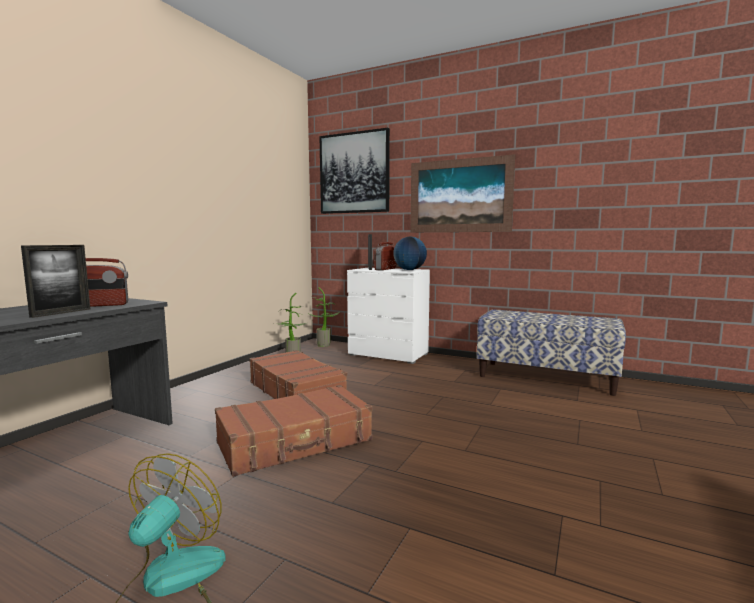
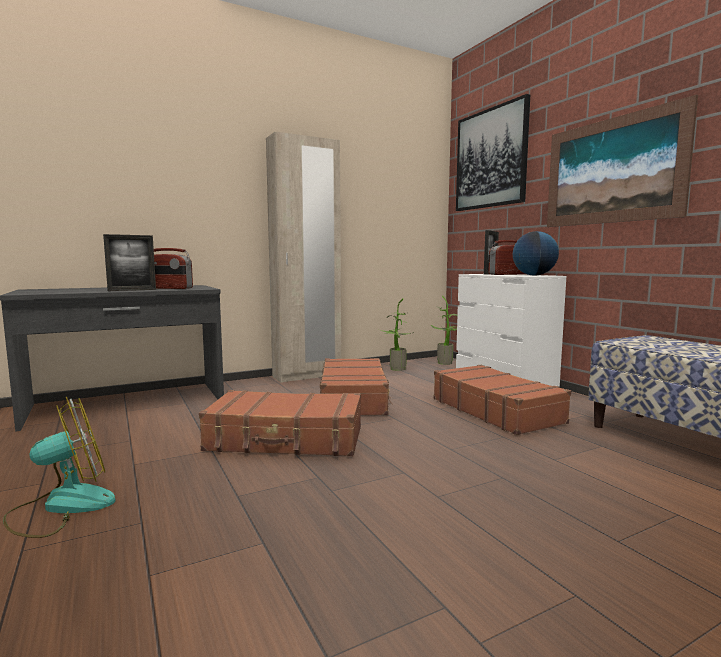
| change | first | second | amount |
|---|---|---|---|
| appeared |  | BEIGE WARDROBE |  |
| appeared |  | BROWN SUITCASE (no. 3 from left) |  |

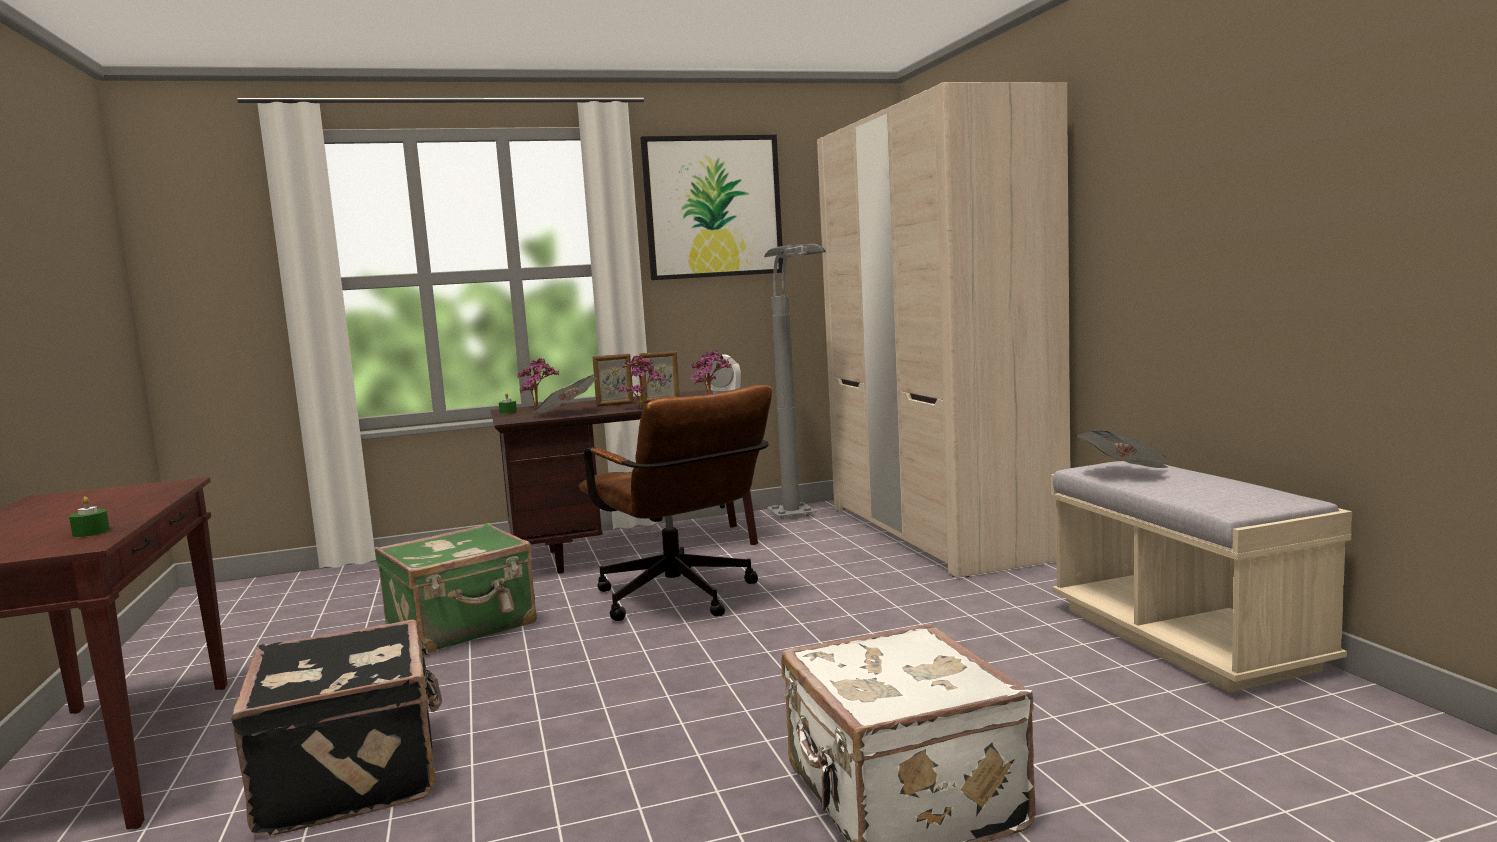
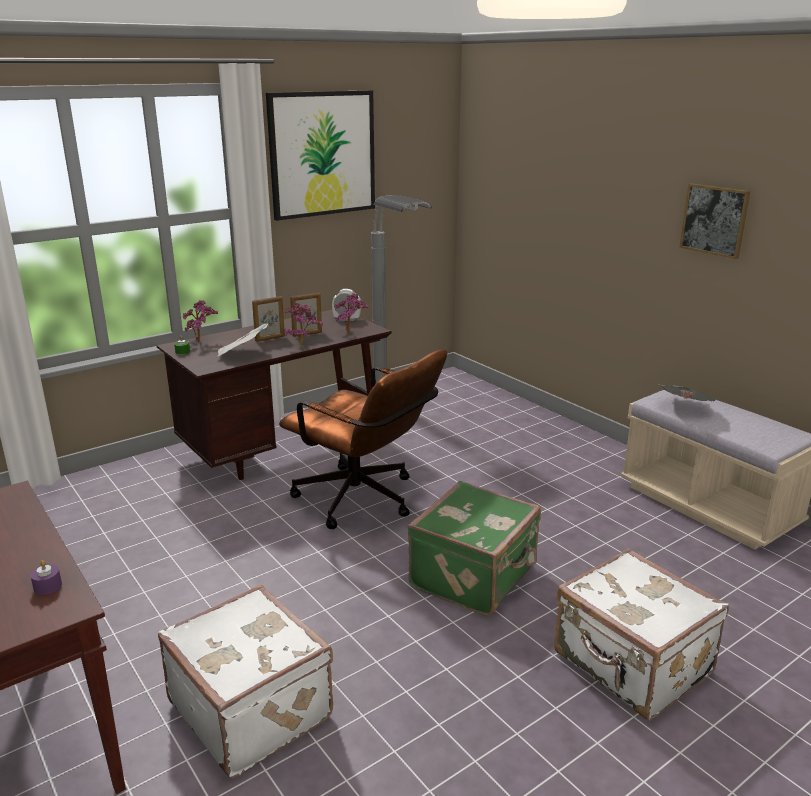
| change | first | second | amount |
|---|---|---|---|
| missing | BEIGE WARDROBE |  |  |
| appeared |  | PICTURE (no. 2 from left) |  |
| relocated | GREEN SUITCASE |  |  |
| colour | GREEN CANDLE (no. 1 from left) | PURPLE CANDLE |  |
| colour | BLACK SUITCASE | WHITE SUITCASE (no. 1 from left) |  |

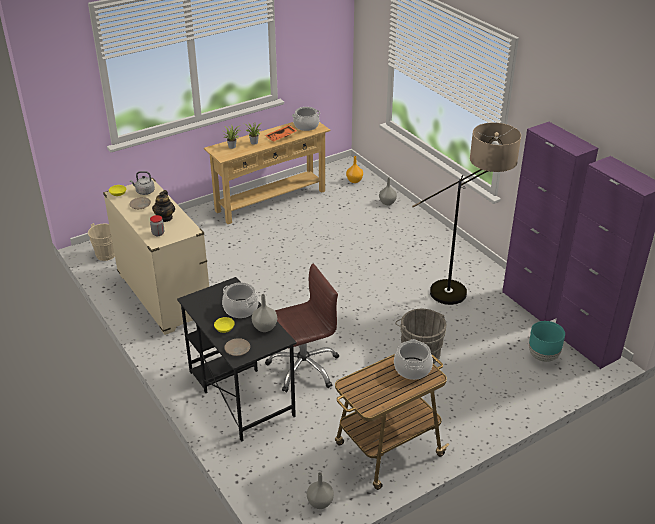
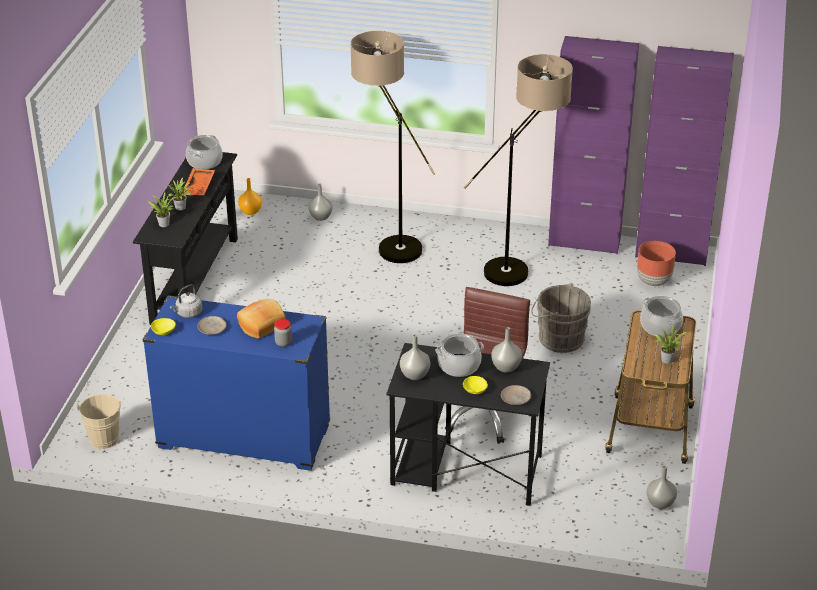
| change | first | second | amount |
|---|---|---|---|
| appeared |  | FLOOR LAMP (no. 1 from left) |  |
| appeared |  | GREY VASE (no. 2 from left) |  |
| appeared |  | POTTED PLANT (no. 3 from left) |  |
| exchanged | TEAPOT | BREAD |  |
| colour | BEIGE DRESSER | BLUE DRESSER |  |
| colour | BEIGE CONSOLE TABLE | BLACK CONSOLE TABLE |  |
| colour | TURQUOISE PLANTER | BROWN PLANTER |  |

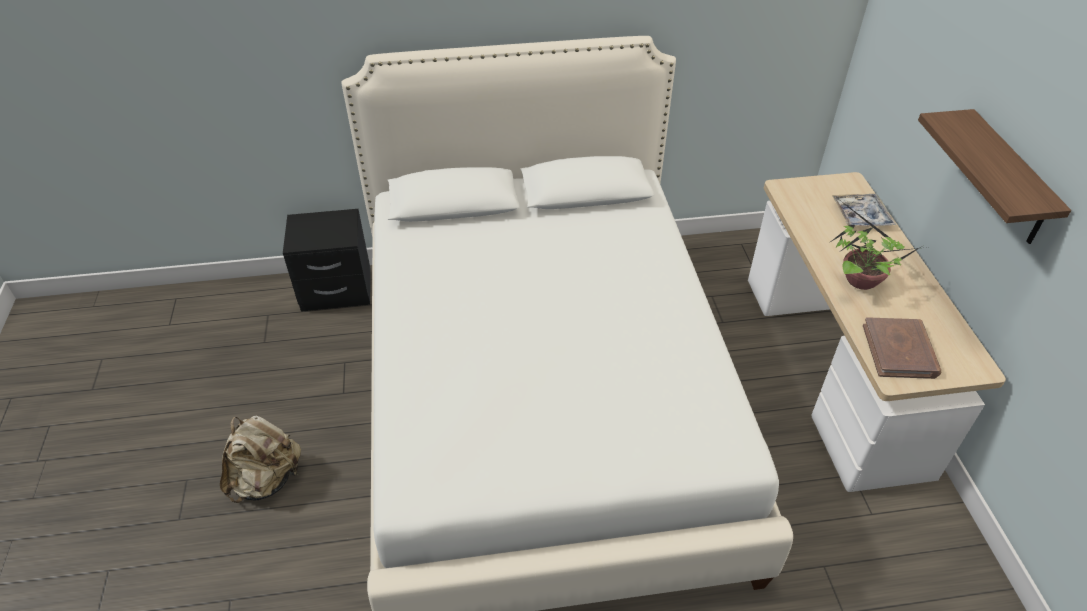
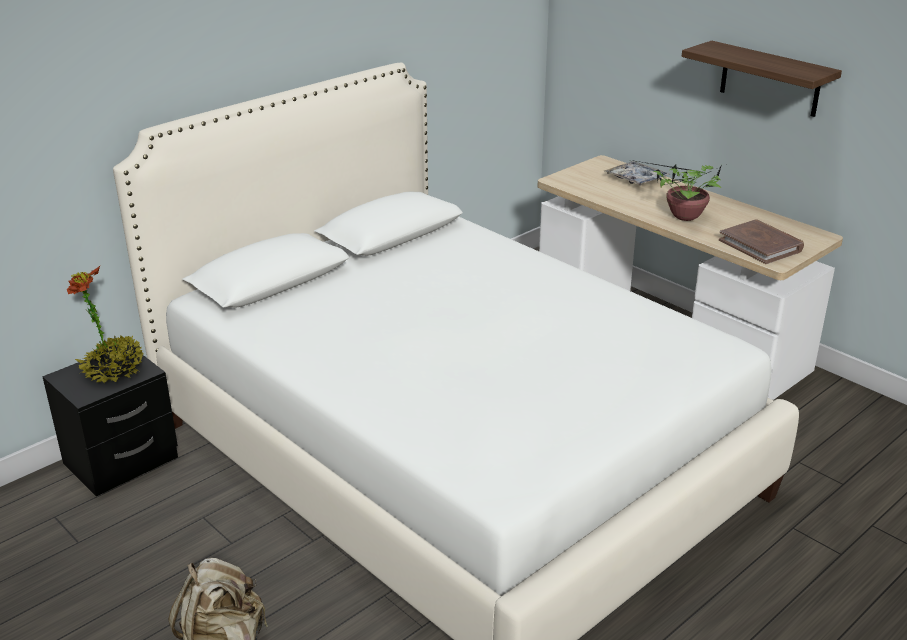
| change | first | second | amount |
|---|---|---|---|
| appeared |  | POTTED PLANT (no. 1 from left) |  |

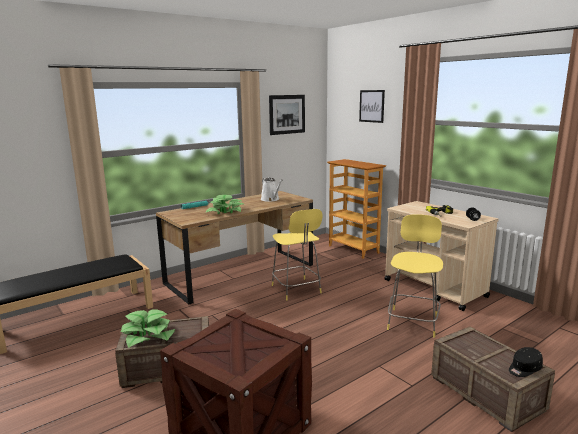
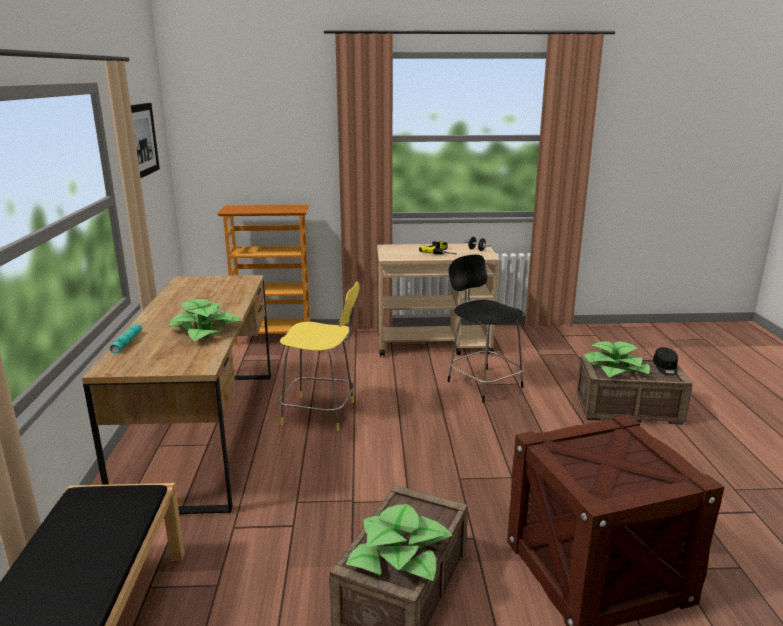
| change | first | second | amount |
|---|---|---|---|
| missing | WHITE WATERING CAN |  |  |
| missing | PICTURE (no. 2 from left) |  |  |
| appeared |  | POTTED PLANT (no. 3 from left) |  |
| colour | YELLOW STOOL (no. 2 from left) | BLACK STOOL |  |

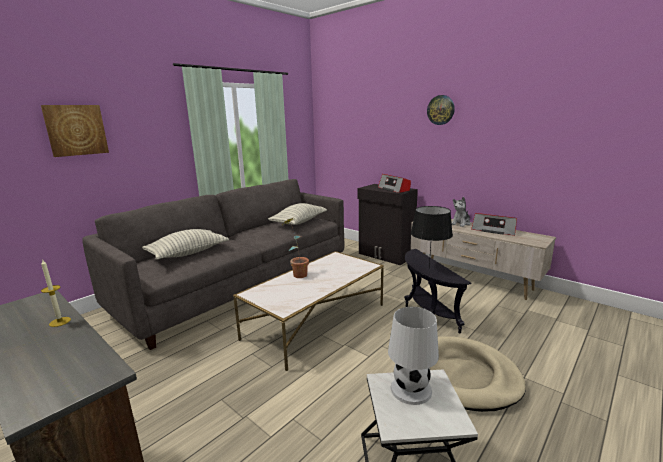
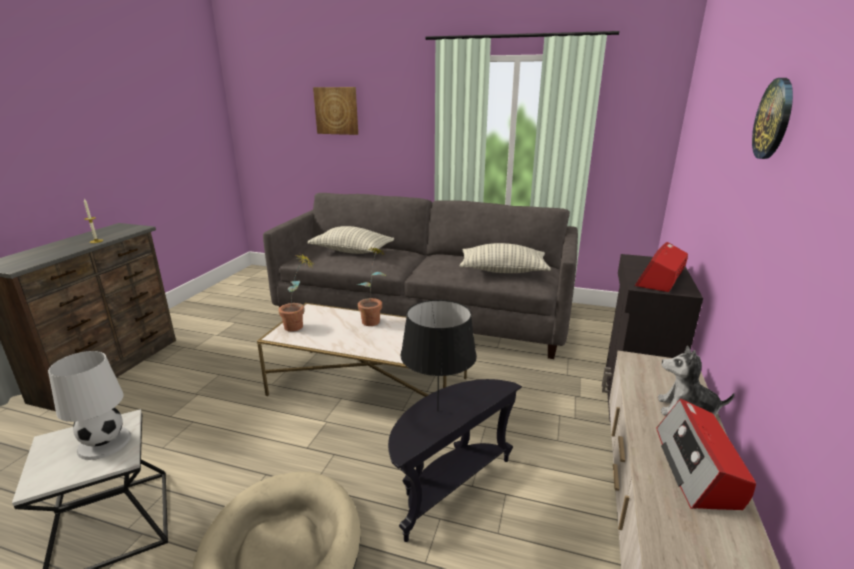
| change | first | second | amount |
|---|---|---|---|
| appeared |  | POTTED PLANT (no. 1 from left) |  |

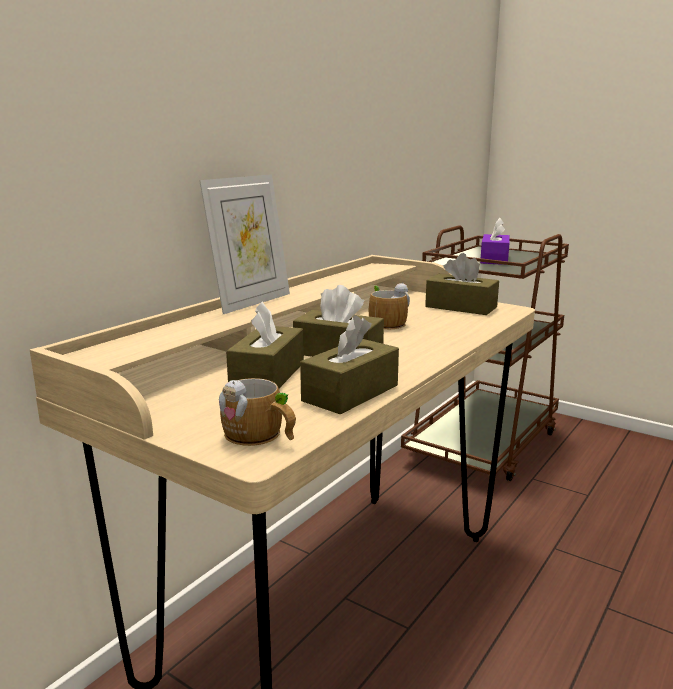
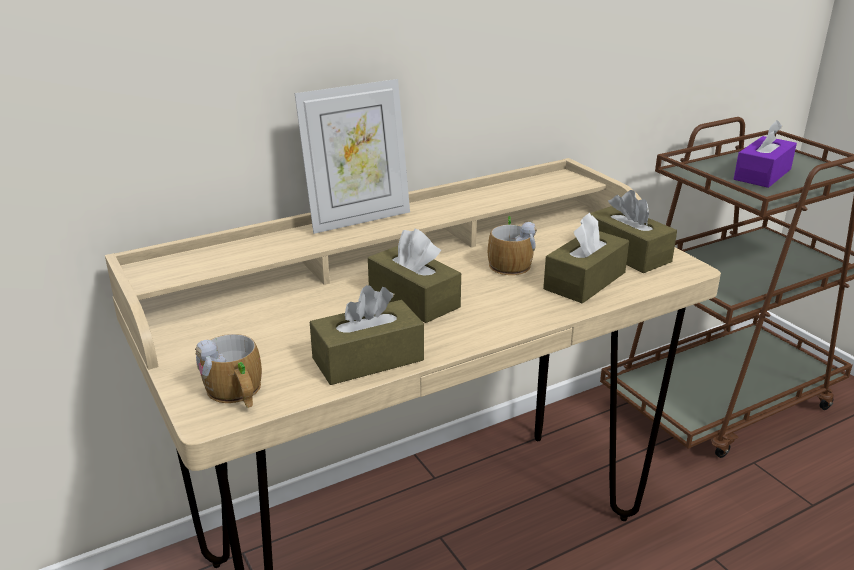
| change | first | second | amount |
|---|---|---|---|
| relocated | BROWN TISSUE BOX (no. 1 from left in the first image) | BROWN TISSUE BOX (no. 3 from left) |  |

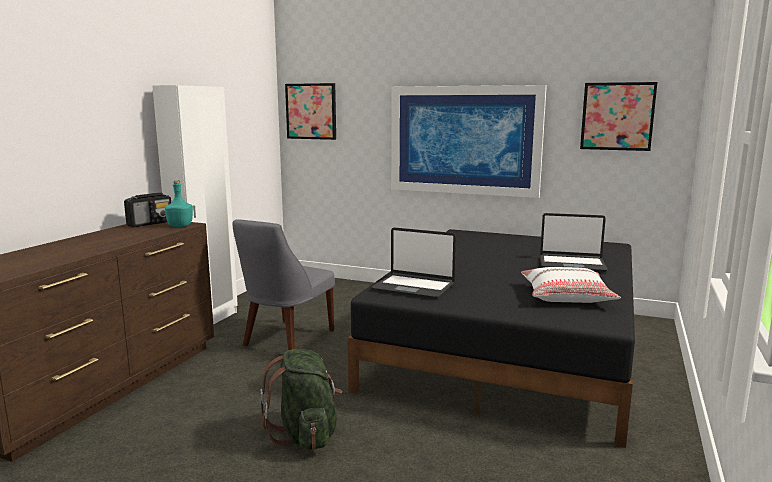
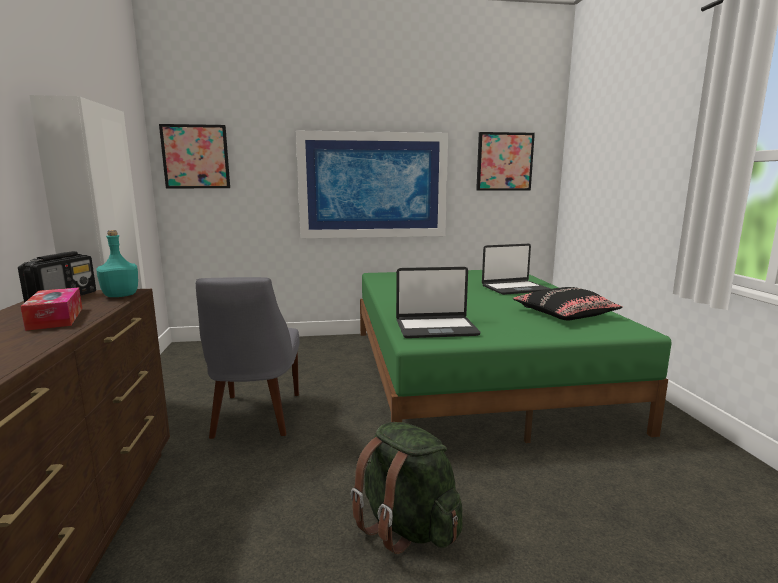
| change | first | second | amount |
|---|---|---|---|
| appeared |  | TISSUE BOX |  |
| colour | BLACK BED | GREEN BED |  |
| colour | WHITE PILLOW | BLACK PILLOW |  |

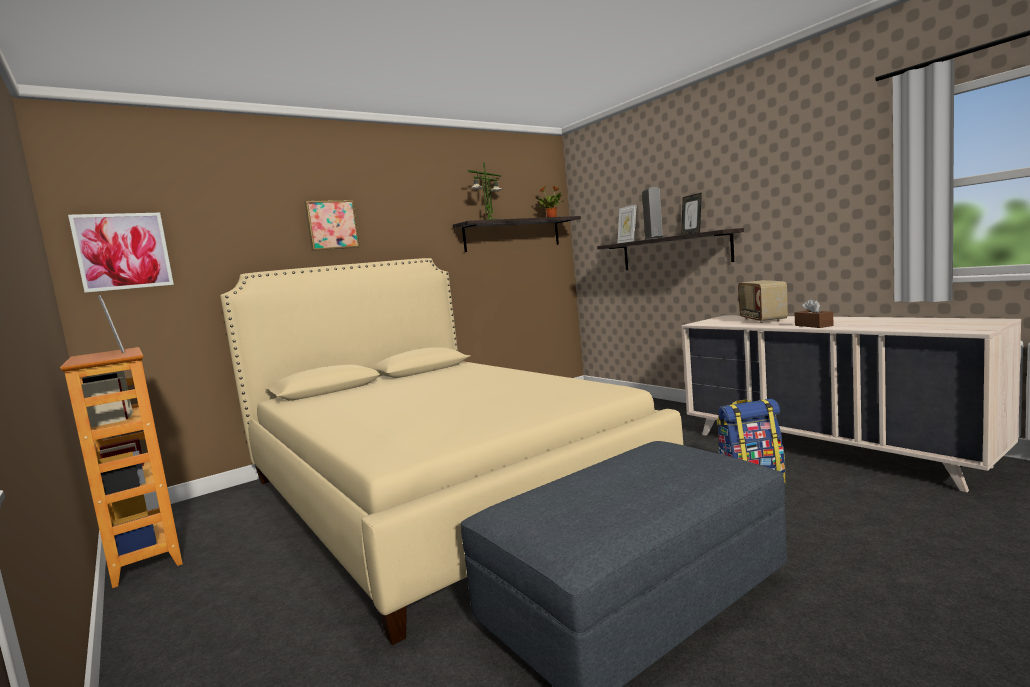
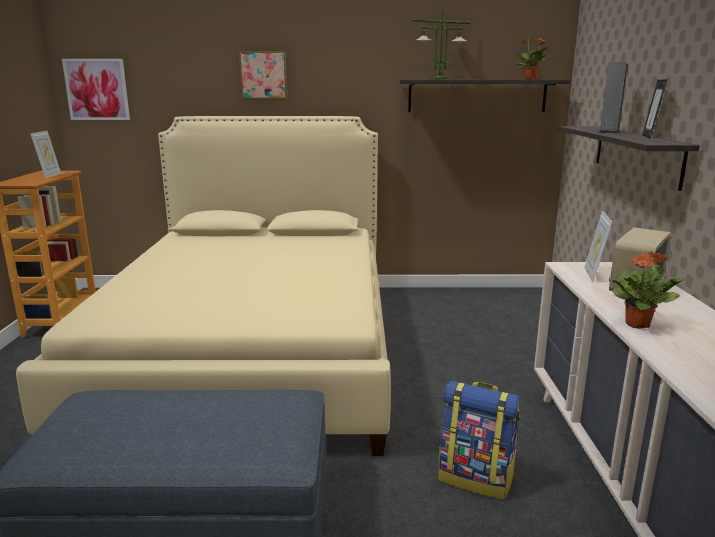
| change | first | second | amount |
|---|---|---|---|
| relocated | PICTURE FRAME (no. 2 from left) |  |  |
| exchanged | BROWN TISSUE BOX | POTTED PLANT (no. 2 from left) |  |

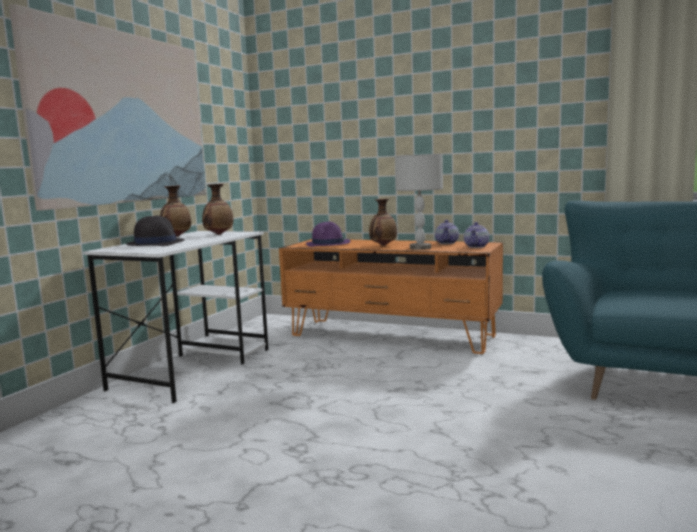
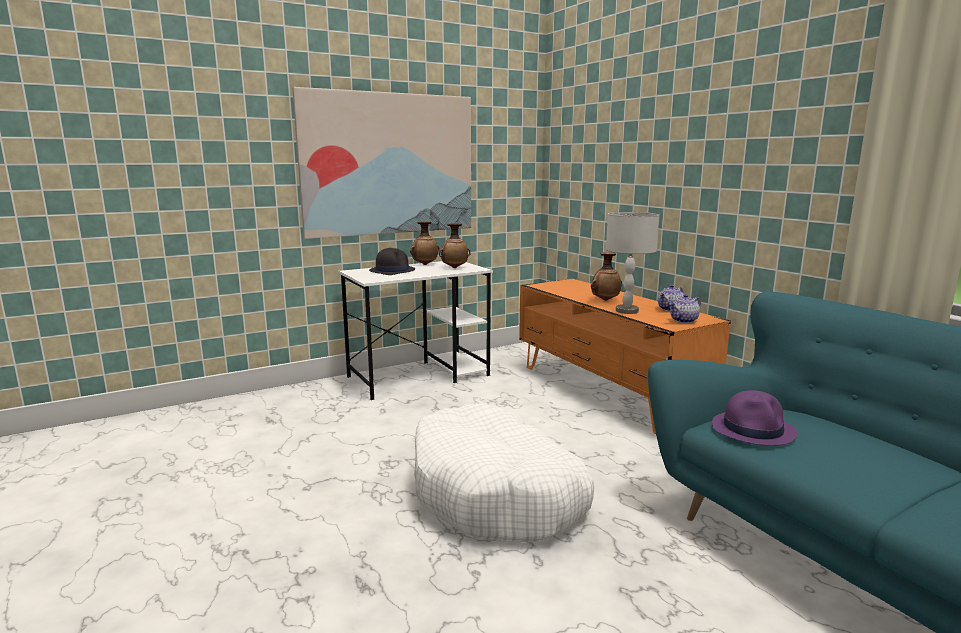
| change | first | second | amount |
|---|---|---|---|
| appeared |  | WHITE DOG BED |  |
| relocated | PURPLE HAT |  |  |

